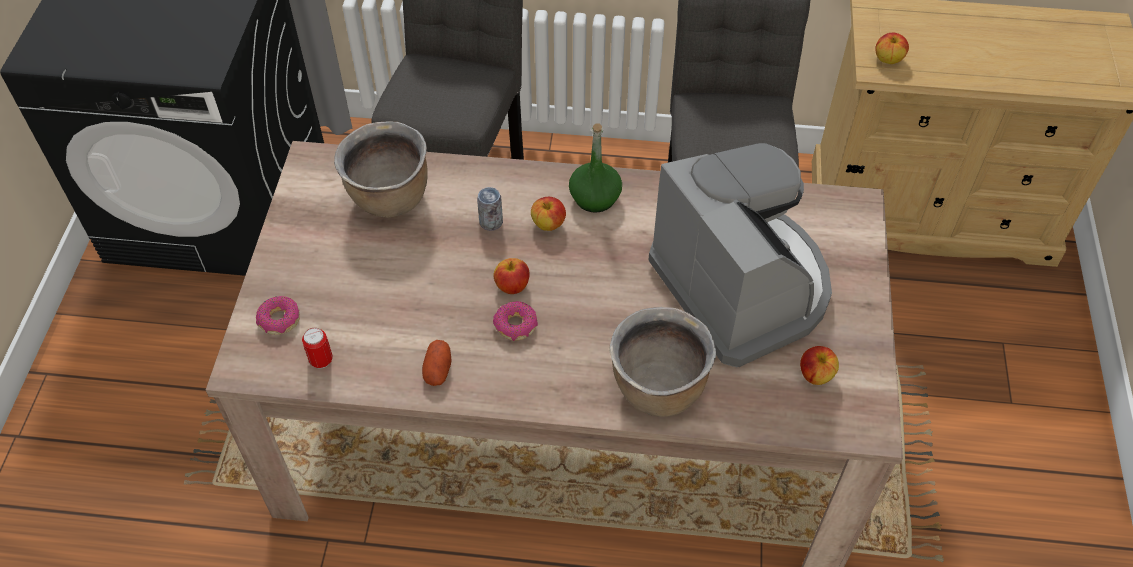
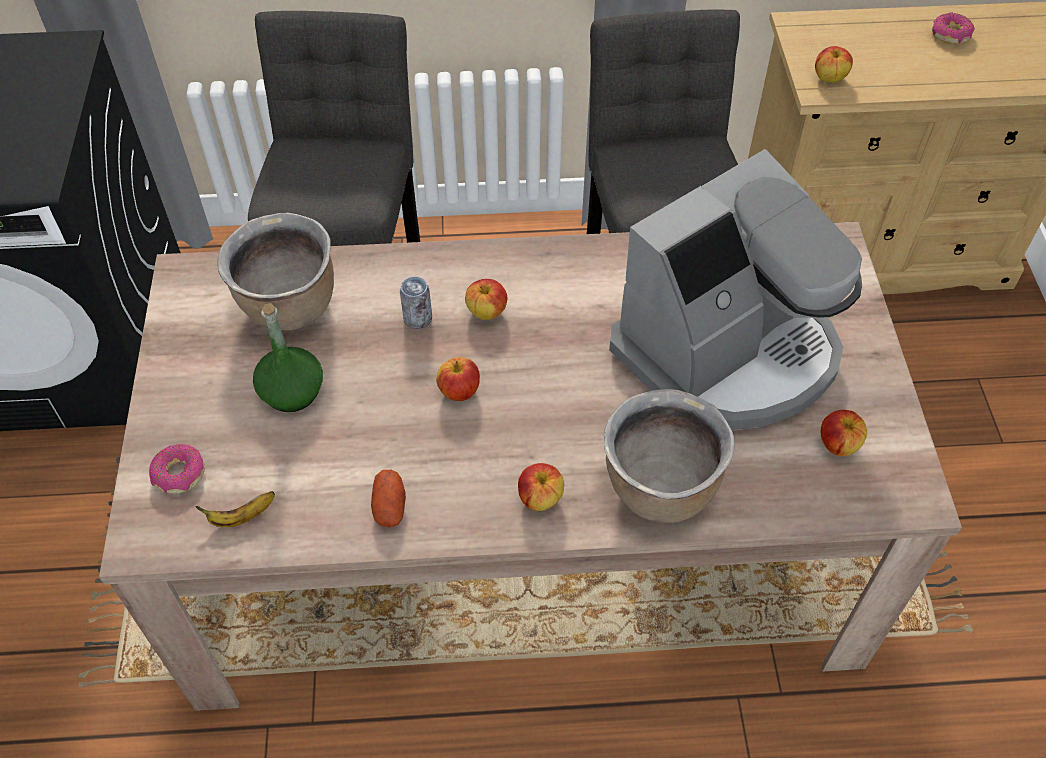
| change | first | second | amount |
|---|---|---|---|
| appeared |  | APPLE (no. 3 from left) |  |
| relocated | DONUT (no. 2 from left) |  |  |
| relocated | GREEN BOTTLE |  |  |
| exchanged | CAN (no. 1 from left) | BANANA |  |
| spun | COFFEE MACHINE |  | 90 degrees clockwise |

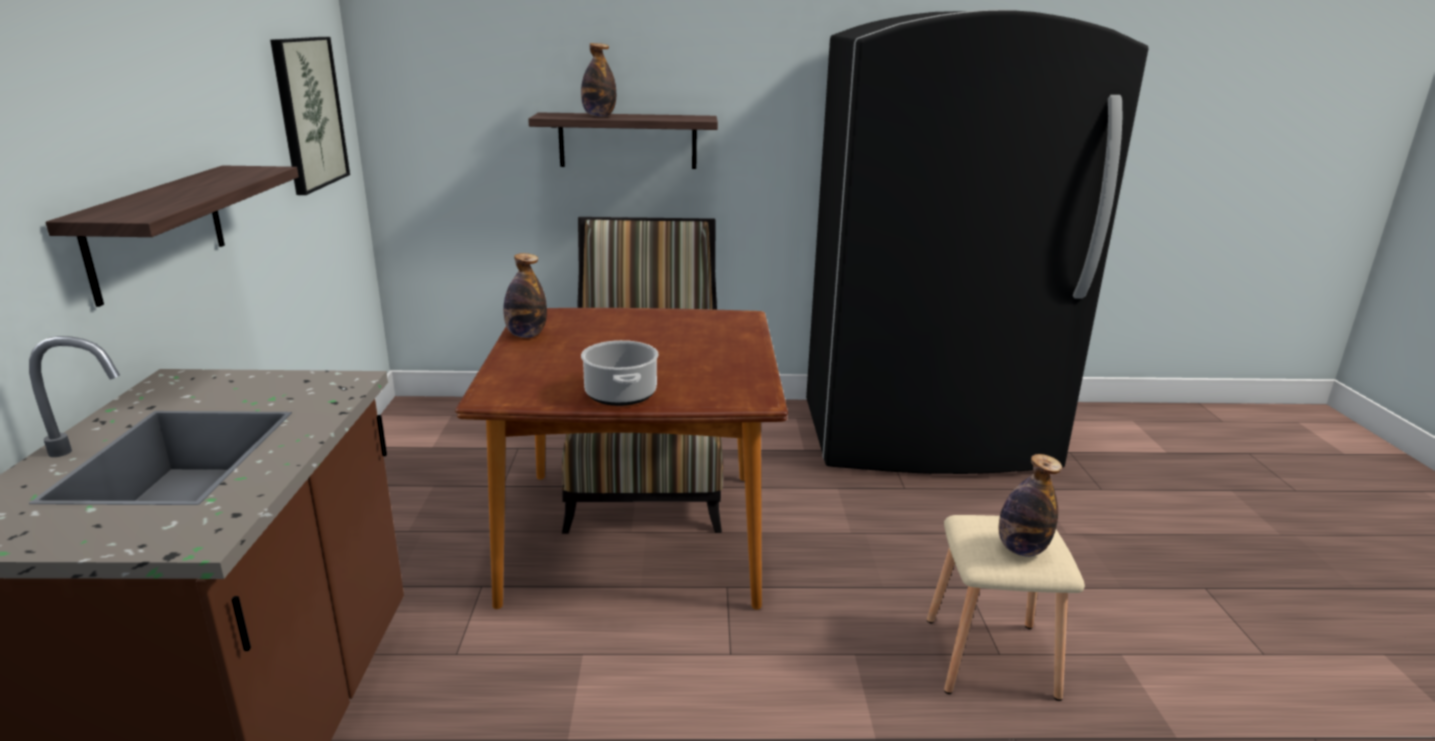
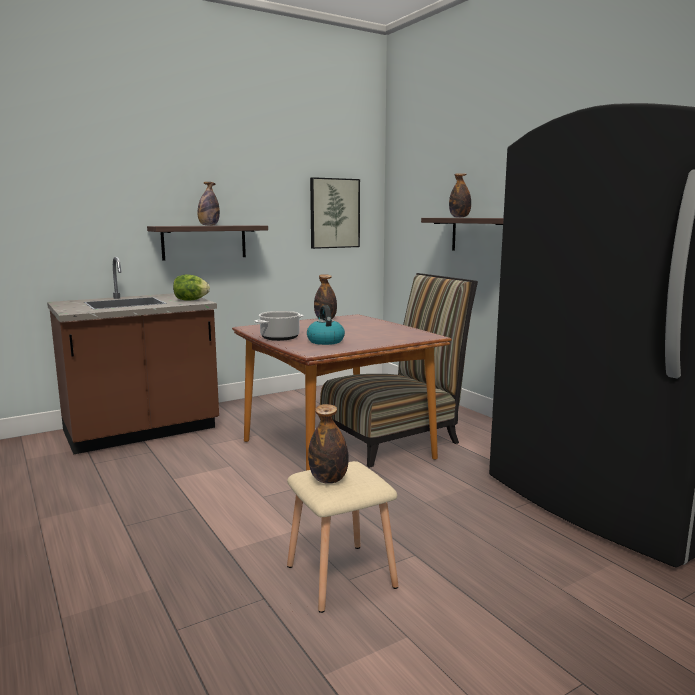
| change | first | second | amount |
|---|---|---|---|
| appeared |  | LETTUCE |  |
| appeared |  | BOTTLE (no. 1 from left) |  |
| appeared |  | KETTLE |  |

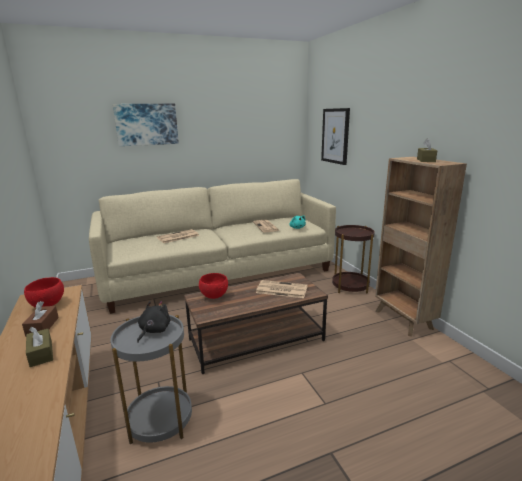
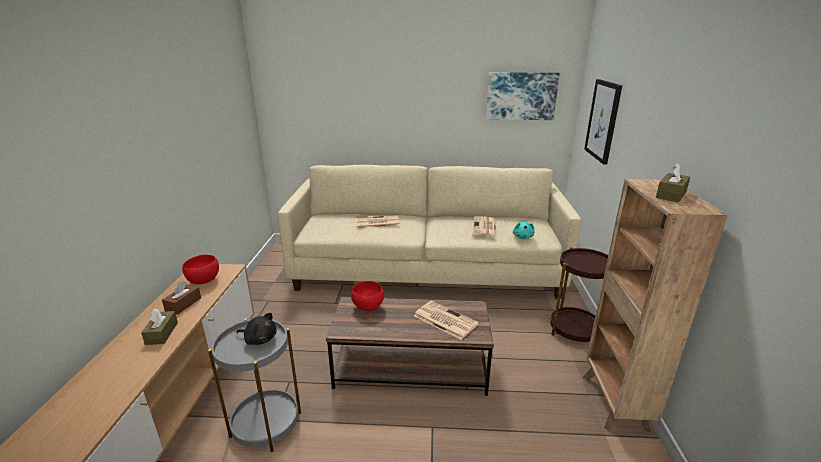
| change | first | second | amount |
|---|---|---|---|
| relocated | PICTURE (no. 1 from left) |  |  |
| spun | BLACK PLUSH TOY |  | 60 degrees clockwise |

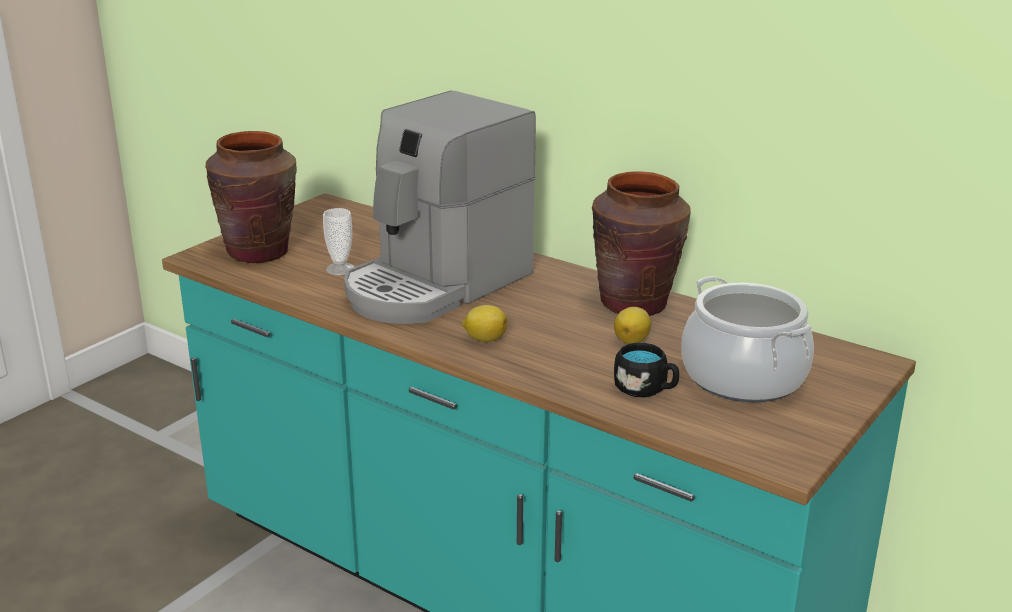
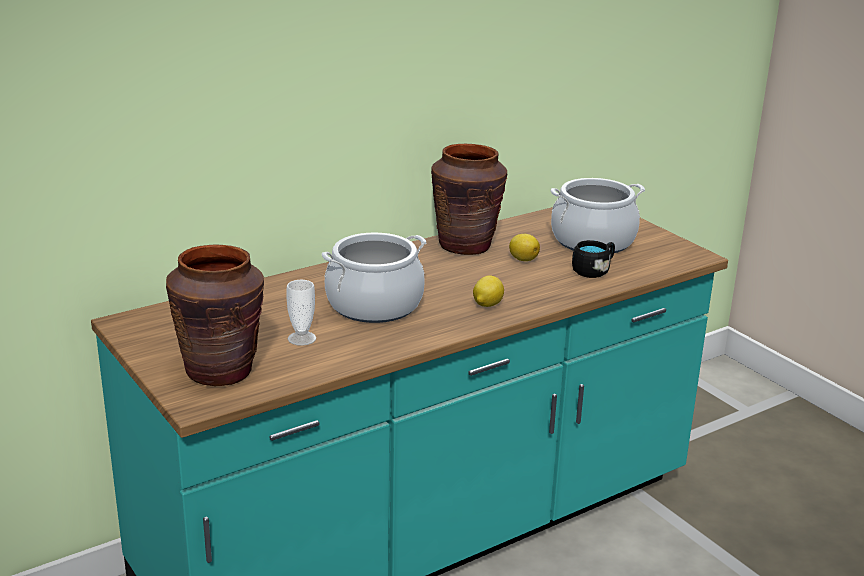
| change | first | second | amount |
|---|---|---|---|
| exchanged | COFFEE MACHINE | COOKING POT (no. 1 from left) |  |

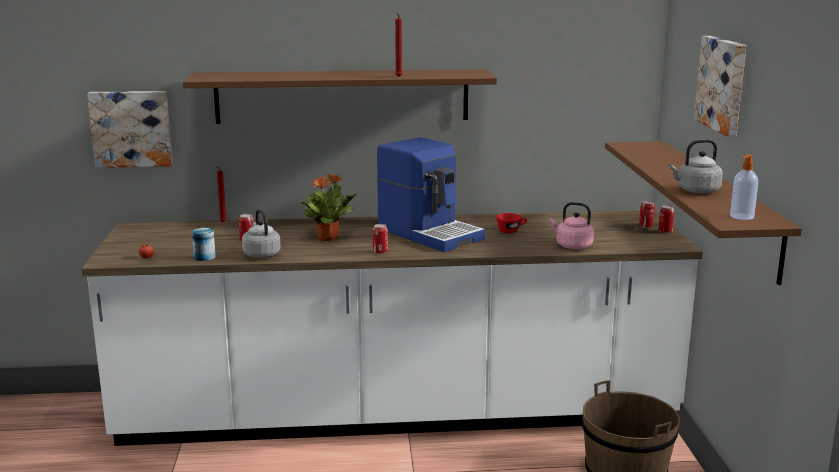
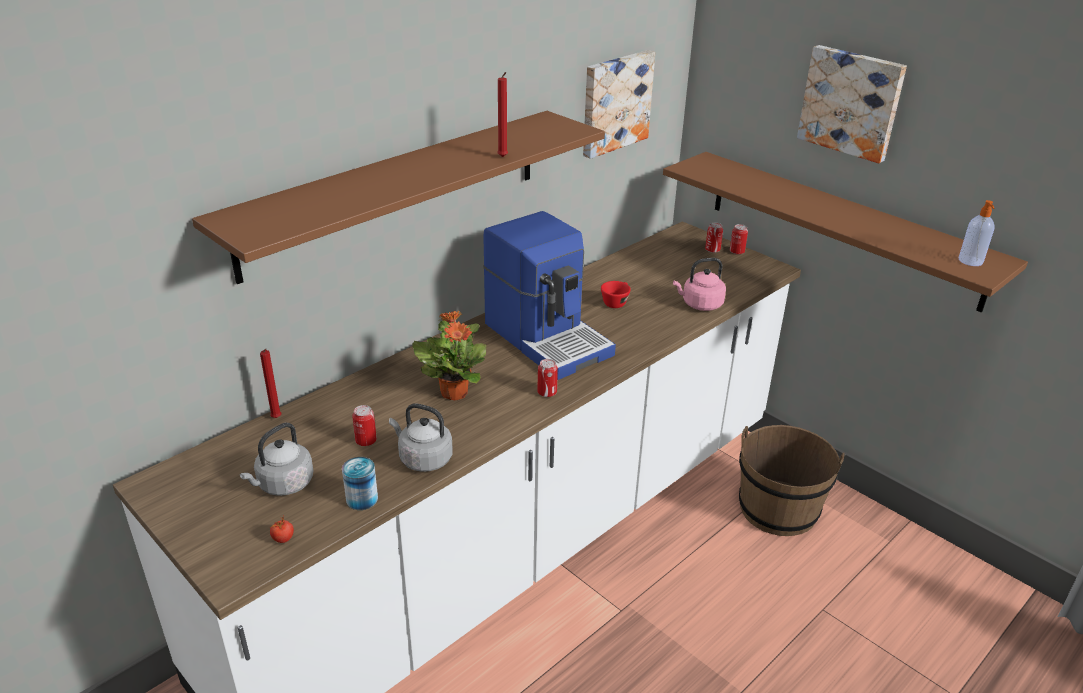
| change | first | second | amount |
|---|---|---|---|
| relocated | PICTURE (no. 1 from left) |  |  |
| relocated | GREY KETTLE (no. 2 from left in the first image) | GREY KETTLE (no. 1 from left) |  |
| spun | COFFEE MACHINE |  | 45 degrees clockwise |

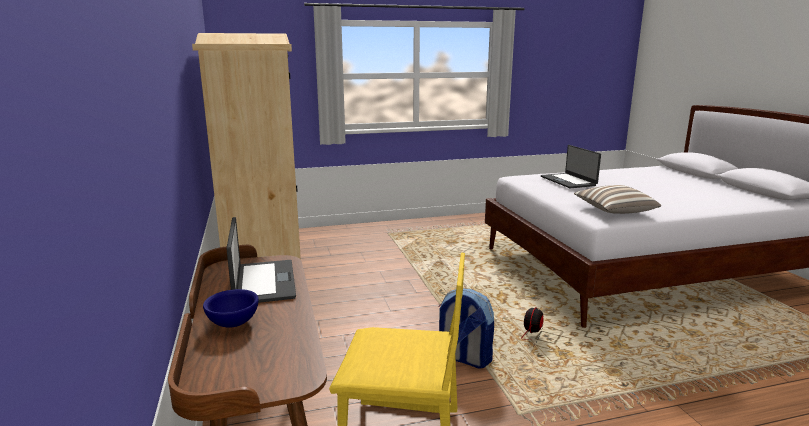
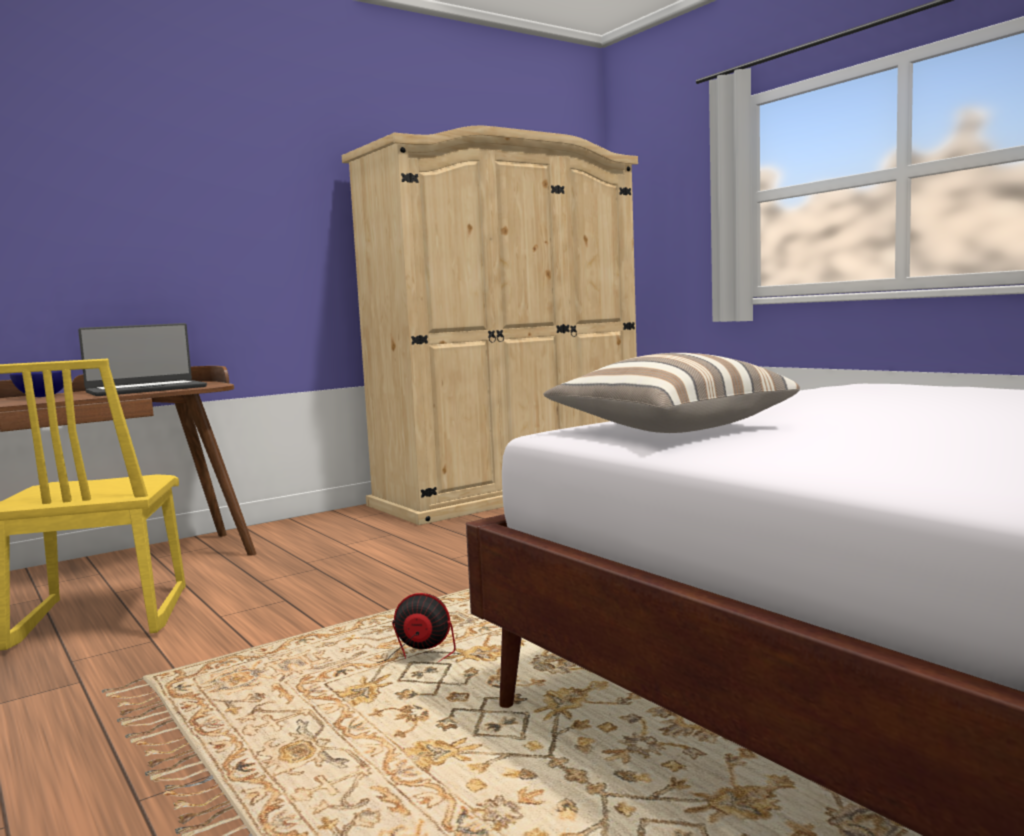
| change | first | second | amount |
|---|---|---|---|
| missing | BACKPACK |  |  |
| missing | LAPTOP (no. 2 from left) |  |  |

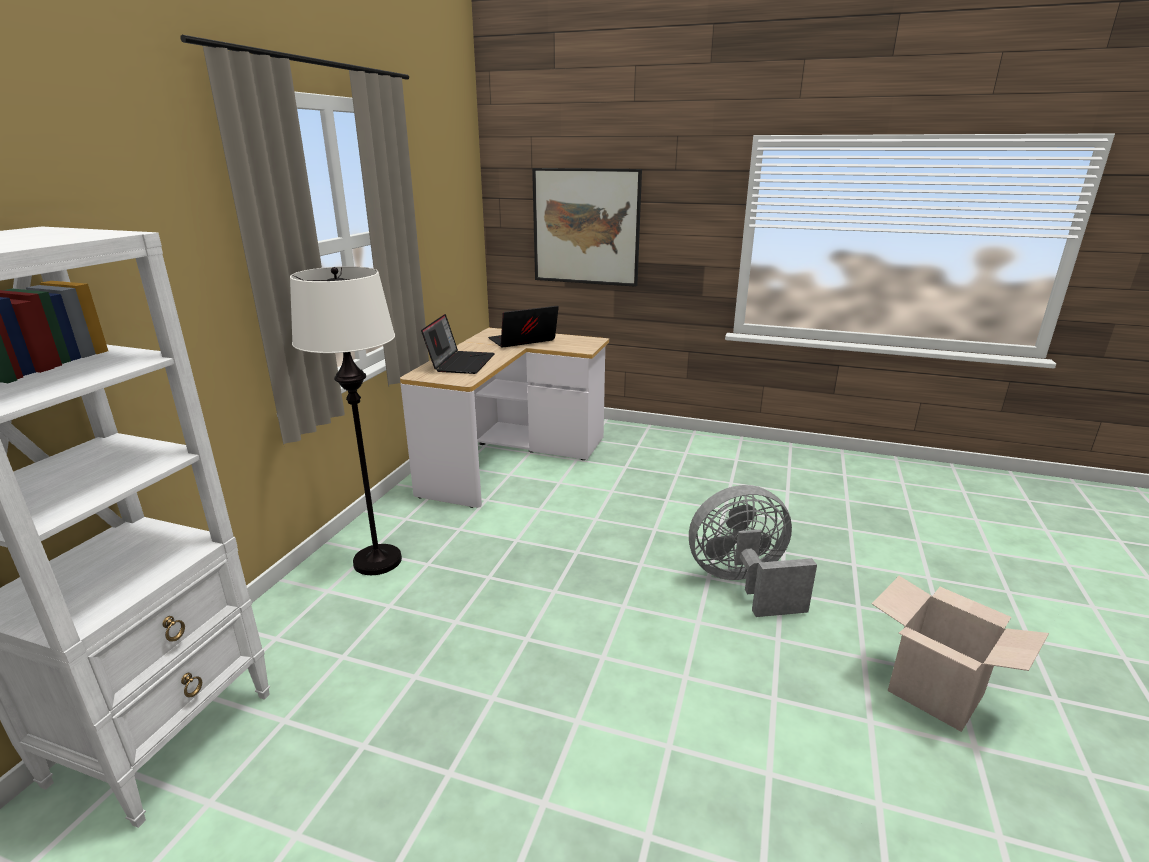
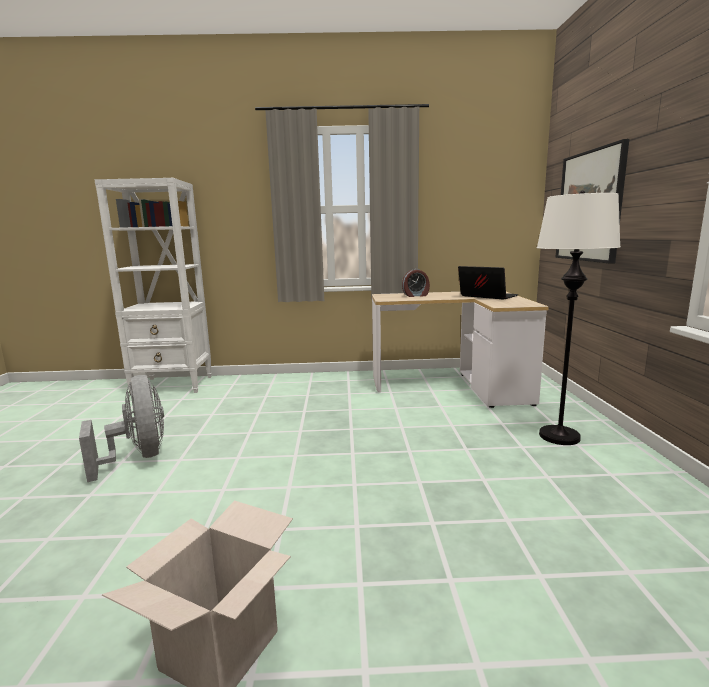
| change | first | second | amount |
|---|---|---|---|
| relocated | WHITE FLOOR LAMP |  |  |
| relocated | GREY FAN |  |  |
| exchanged | LAPTOP (no. 1 from left) | ALARM CLOCK |  |

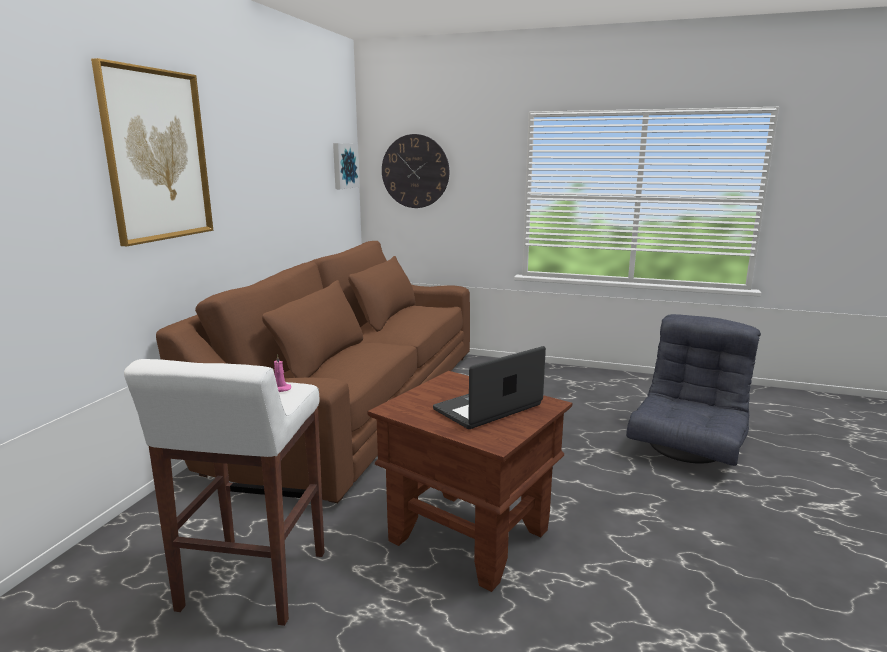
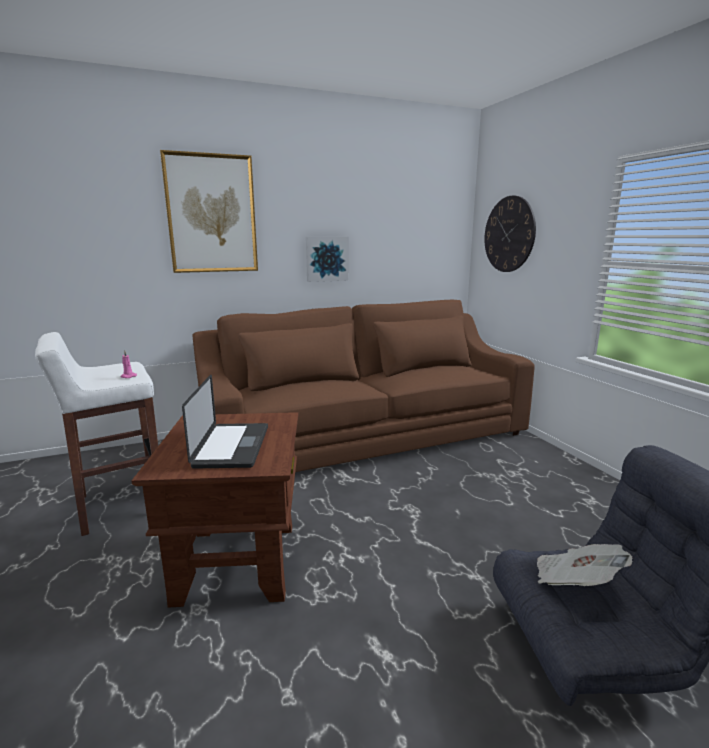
| change | first | second | amount |
|---|---|---|---|
| appeared |  | NEWSPAPER |  |
| relocated | PICTURE (no. 2 from left) |  |  |
| spun | LAPTOP |  | 75 degrees clockwise |

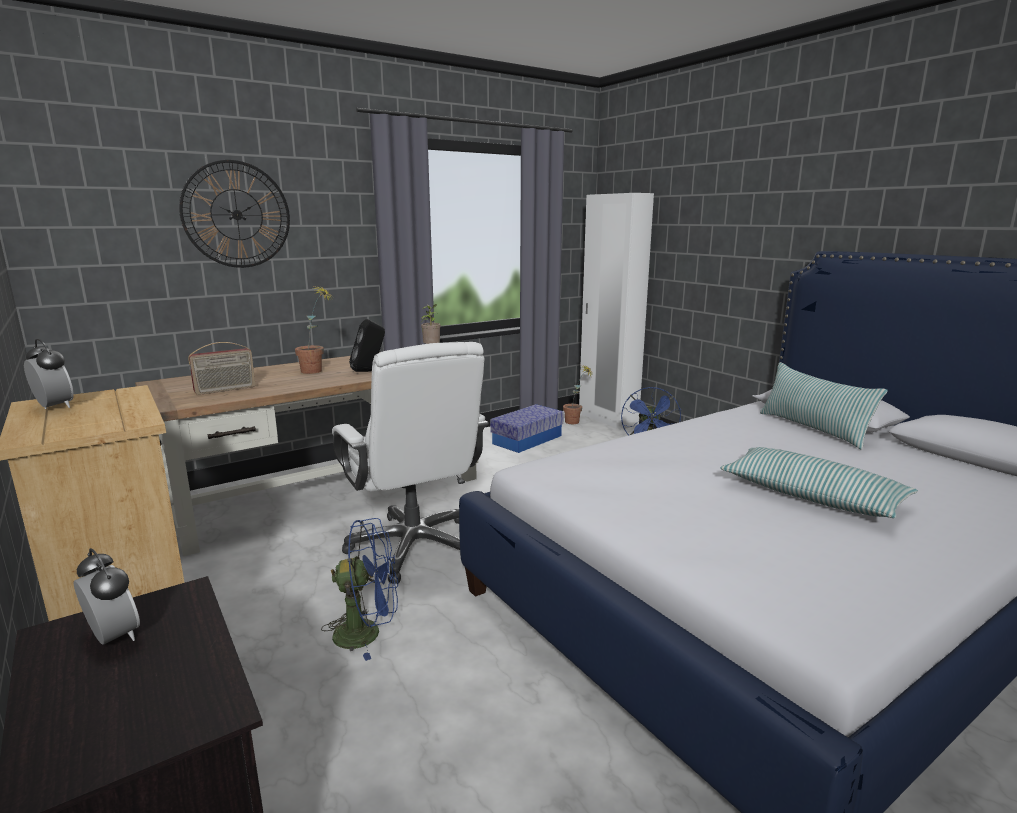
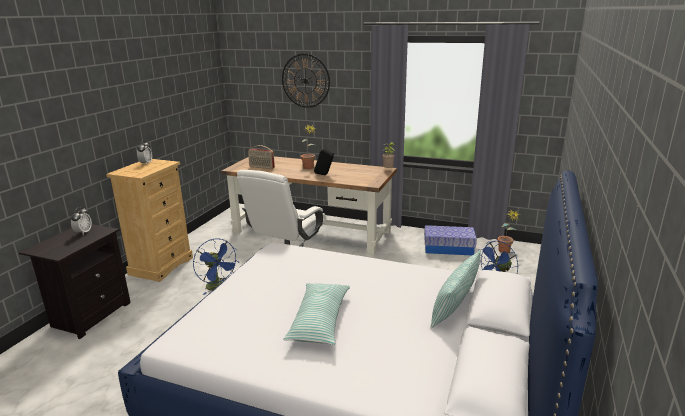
| change | first | second | amount |
|---|---|---|---|
| missing | WHITE WARDROBE |  |  |

